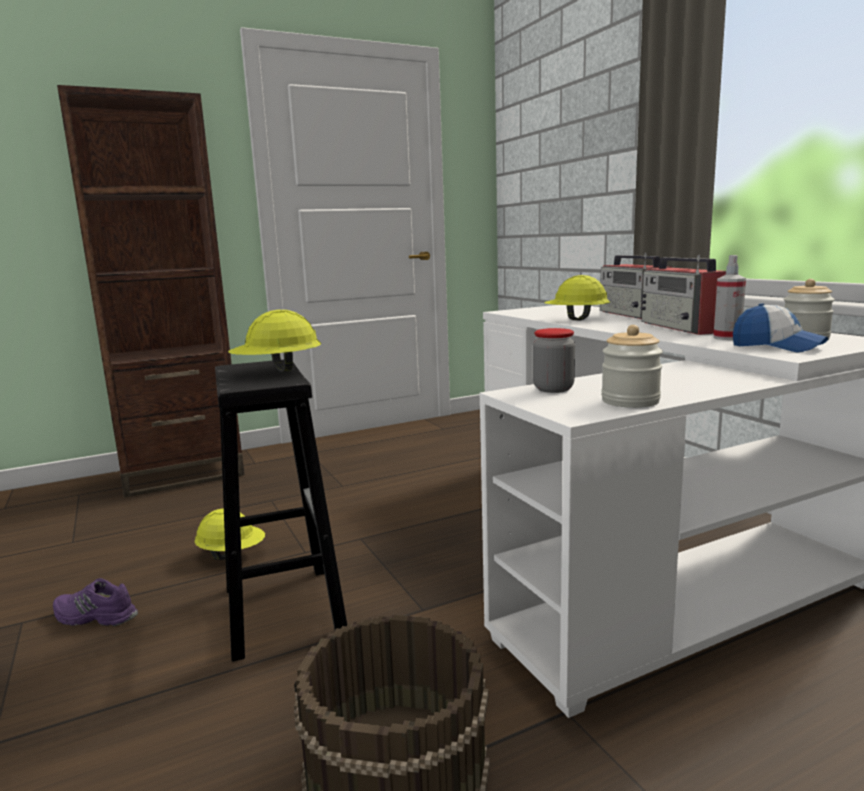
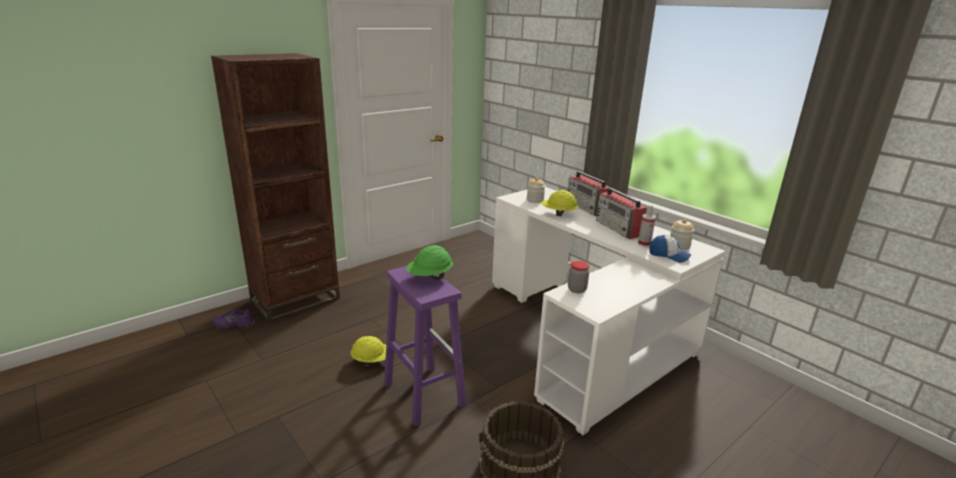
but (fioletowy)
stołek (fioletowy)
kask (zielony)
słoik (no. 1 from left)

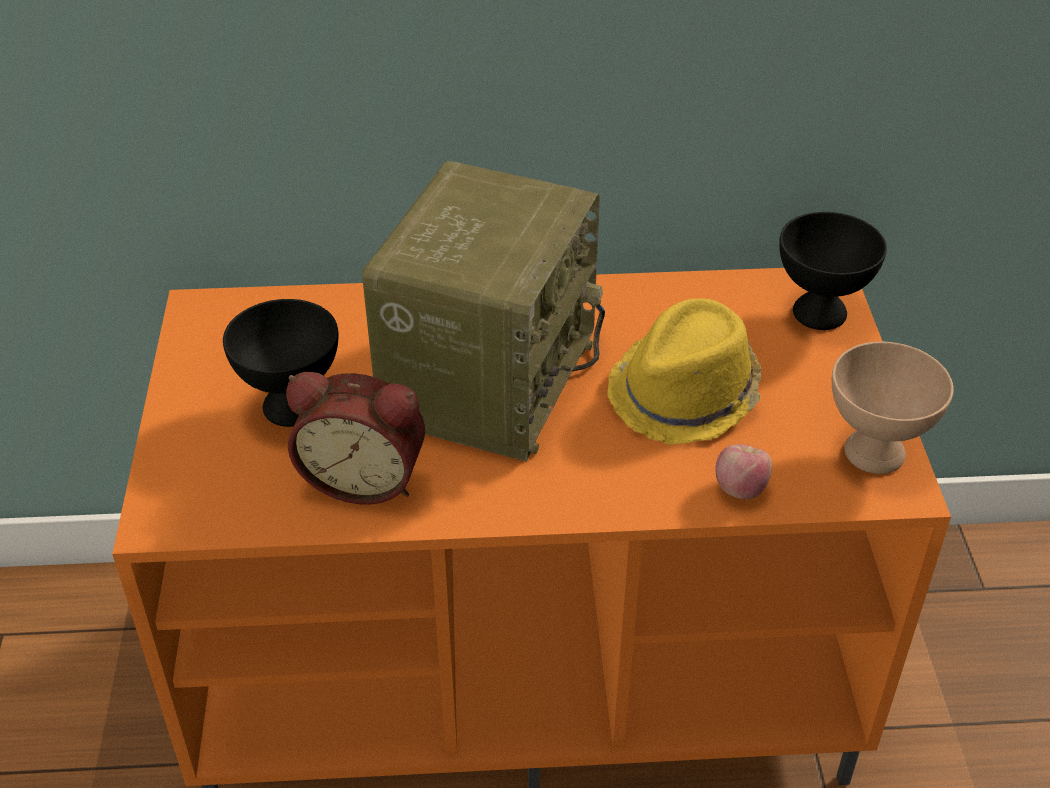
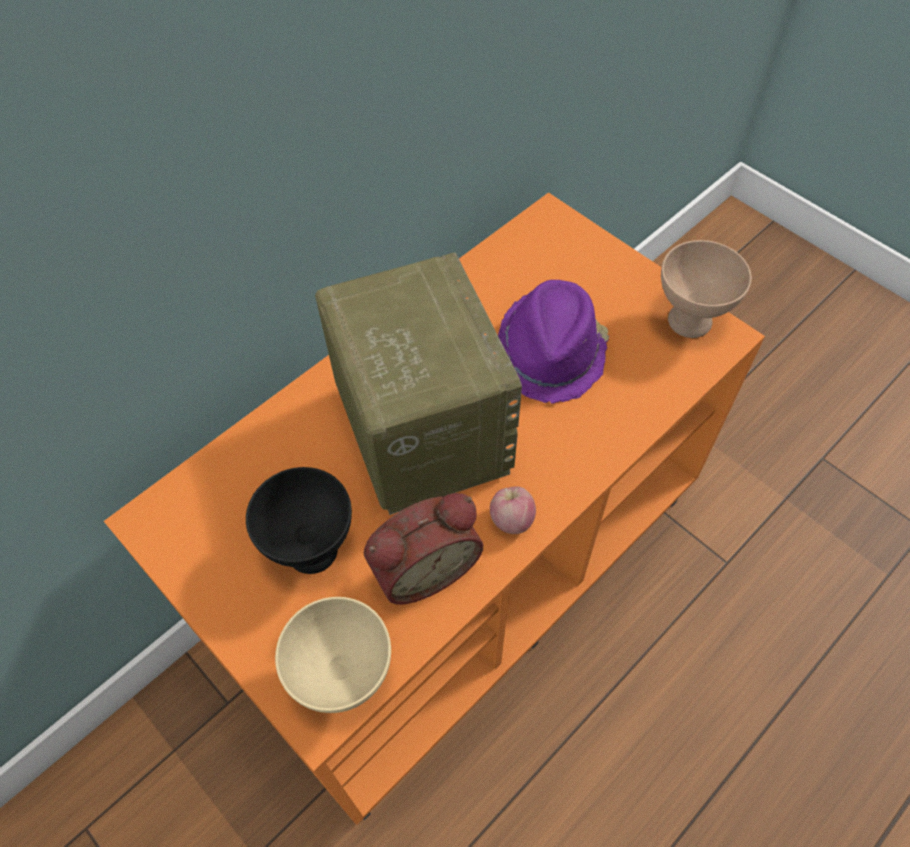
kapelusz (fioletowy)
jabłko
miska (czarny) (no. 2 from left in the first image)
miska (beżowy) (no. 1 from left)

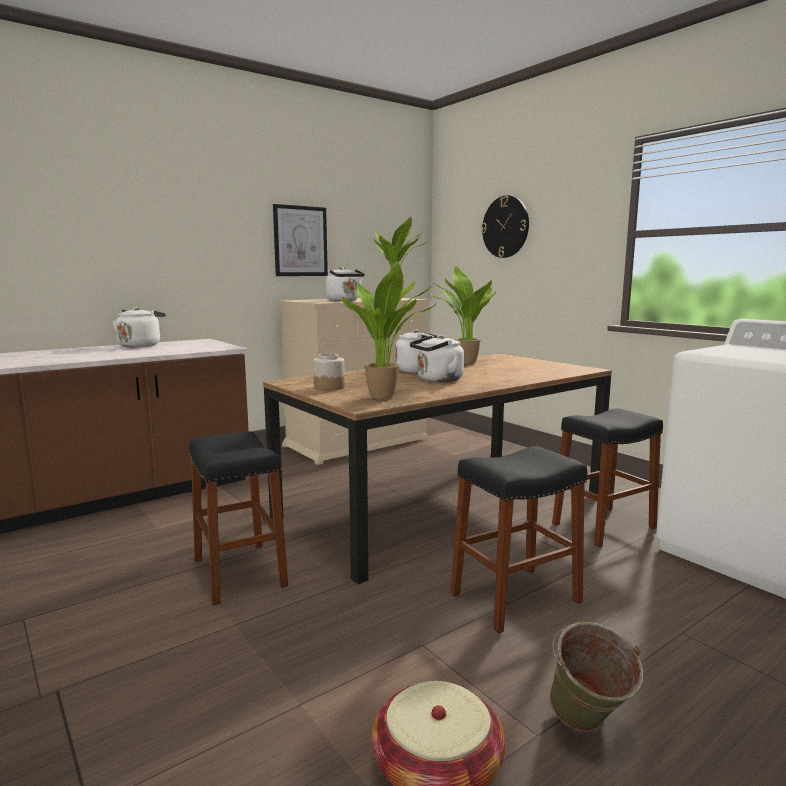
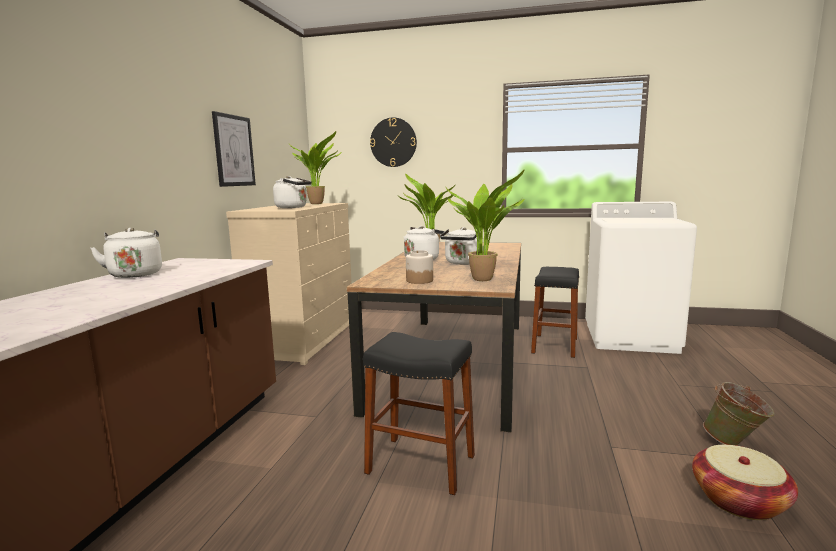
stołek (czarny) (no. 2 from left in the first image)

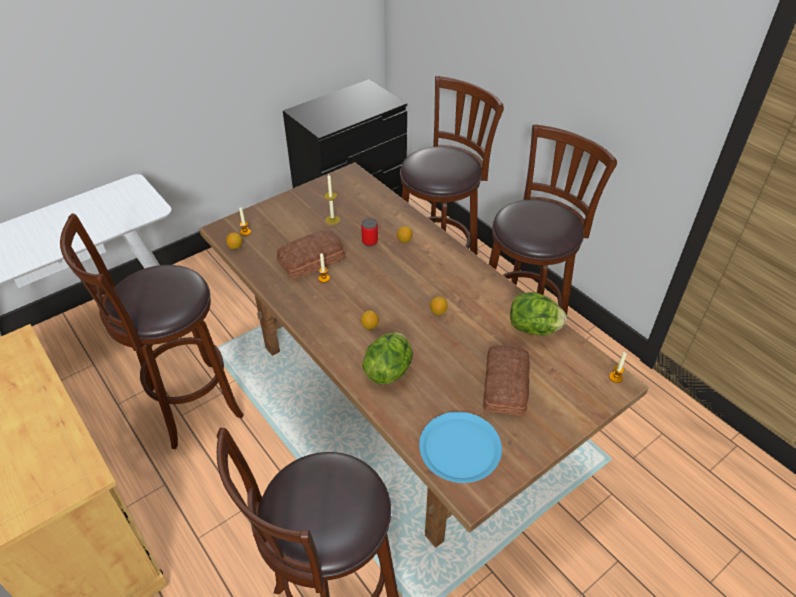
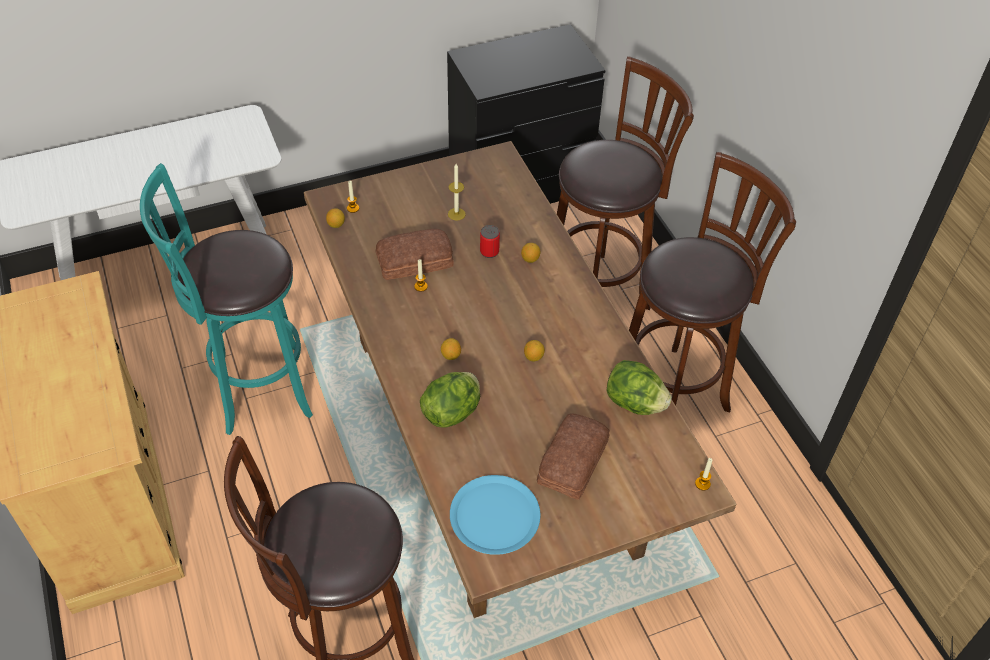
stołek (turkusowy)

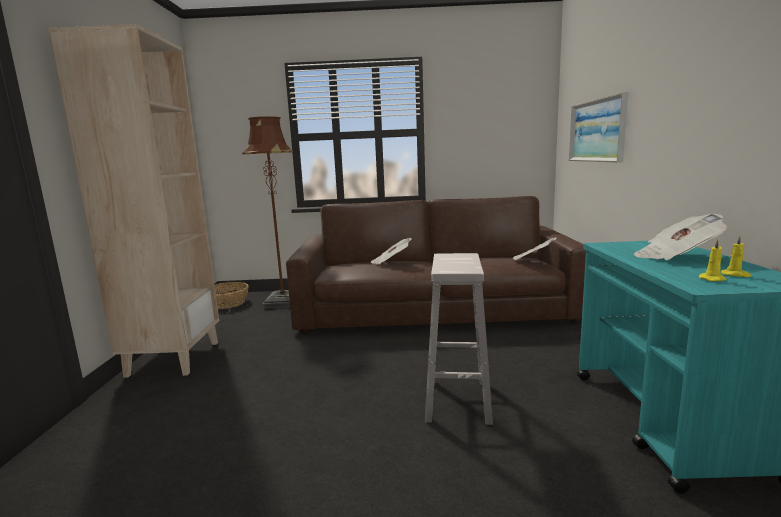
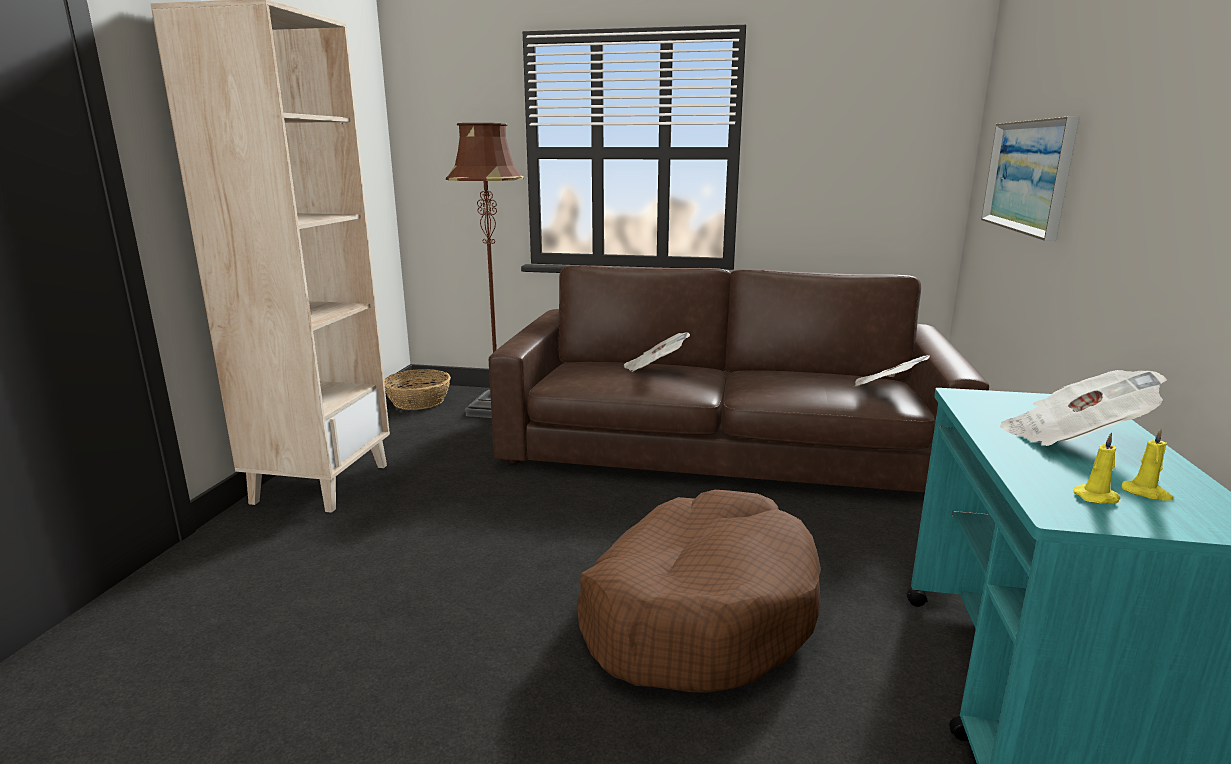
legowisko (brązowy)

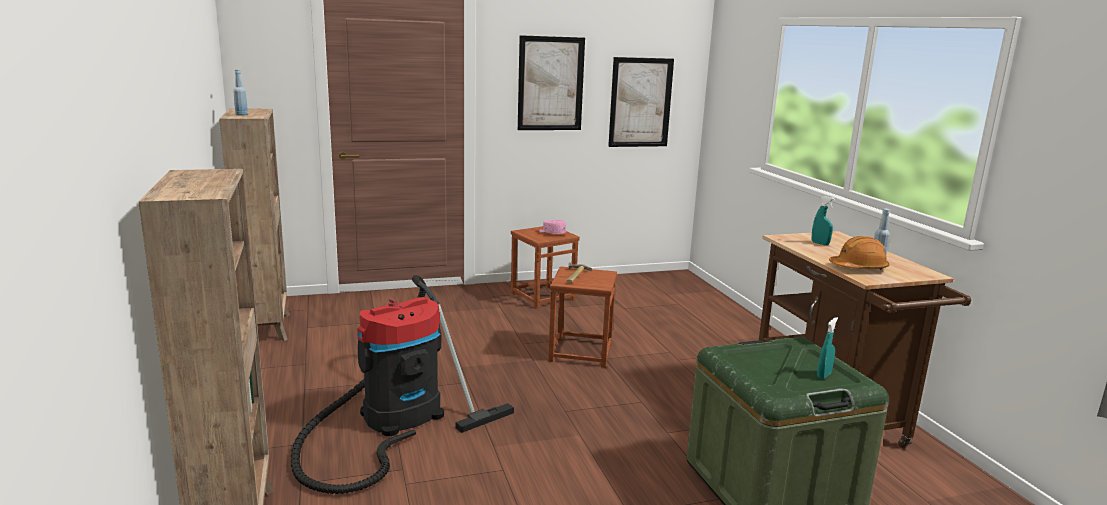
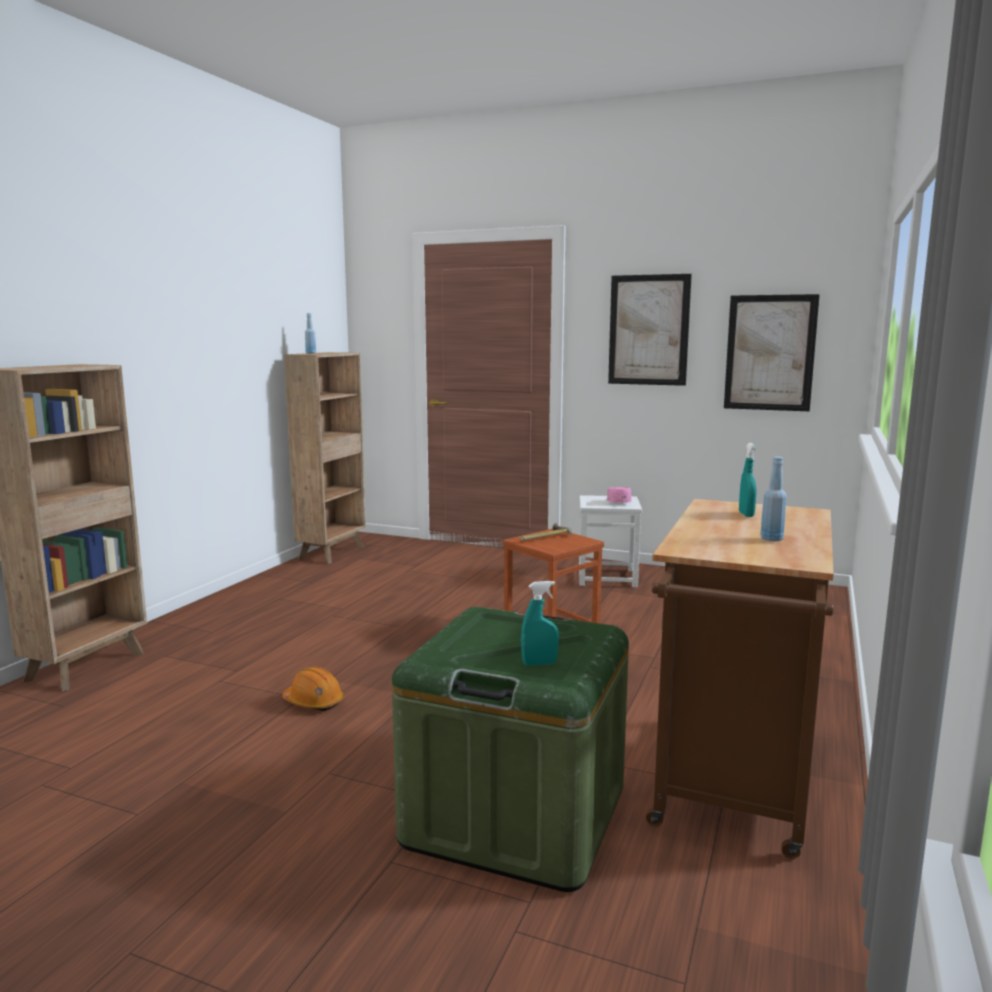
odkurzacz
stołek (biały)
kask (pomarańczowy)

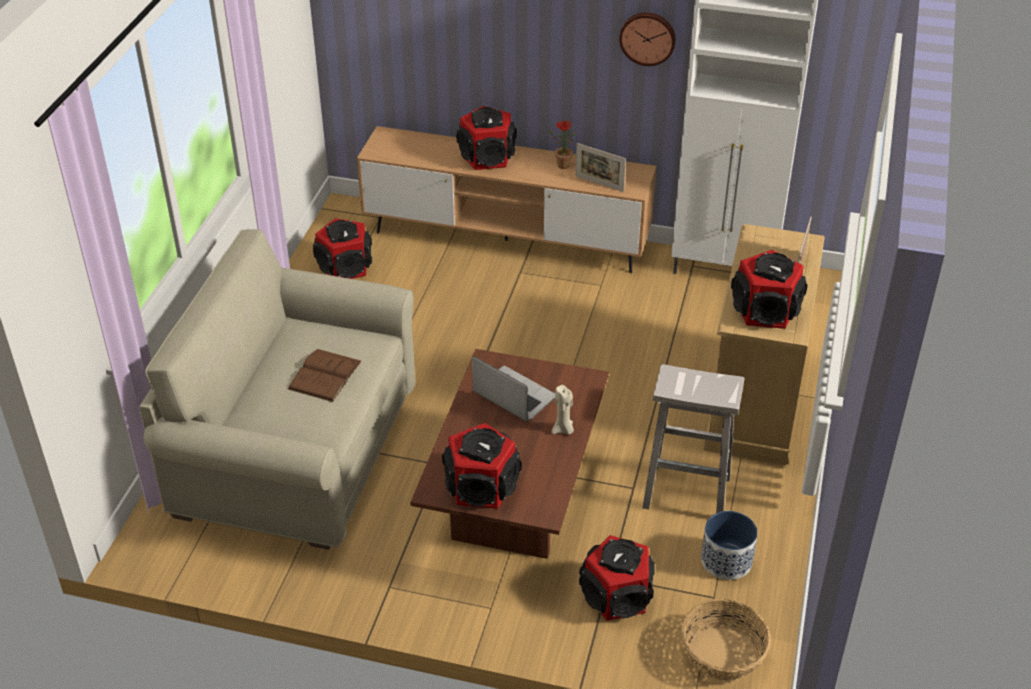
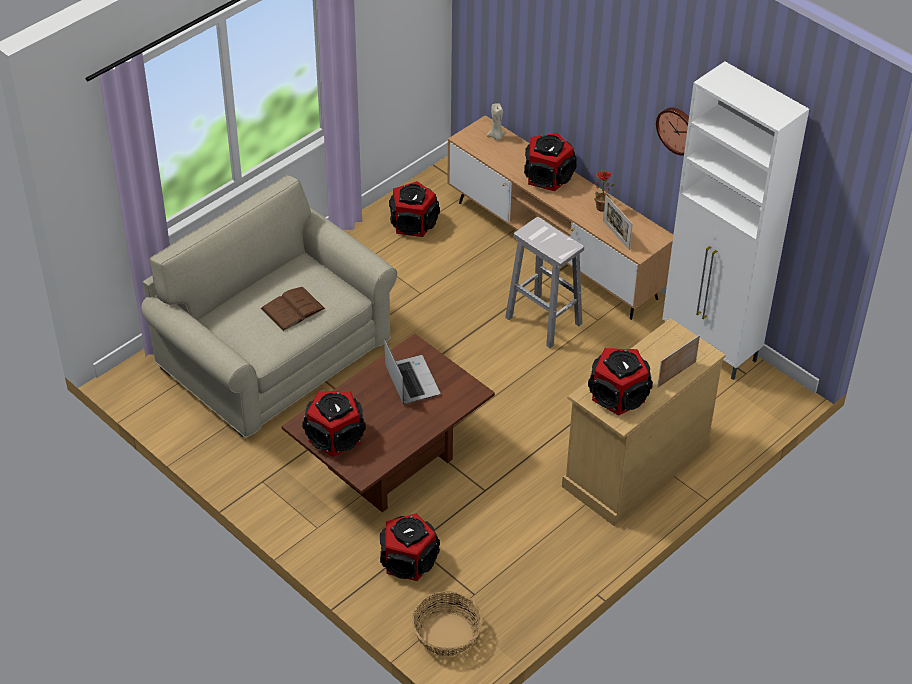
świeca (beżowy)
stołek (biały)
donica

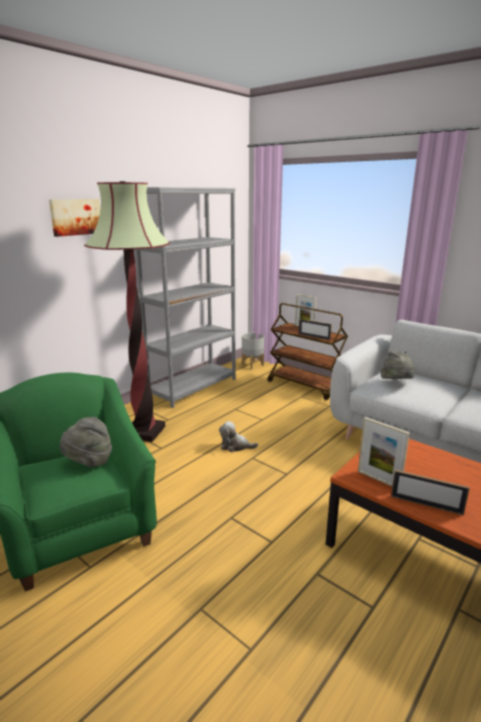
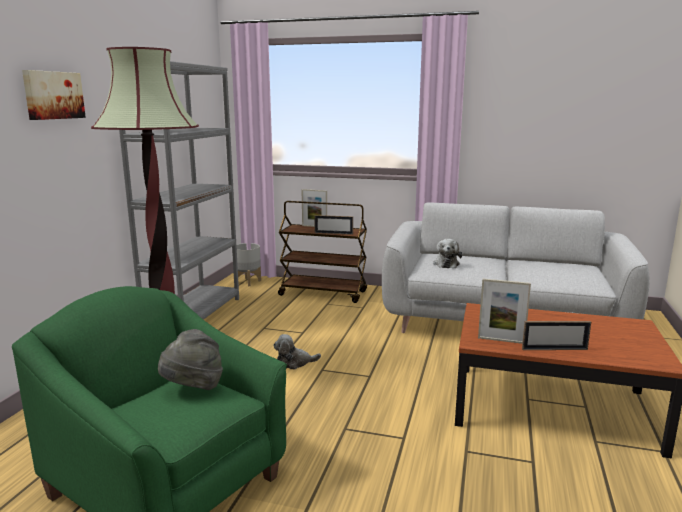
pluszak (no. 2 from left)

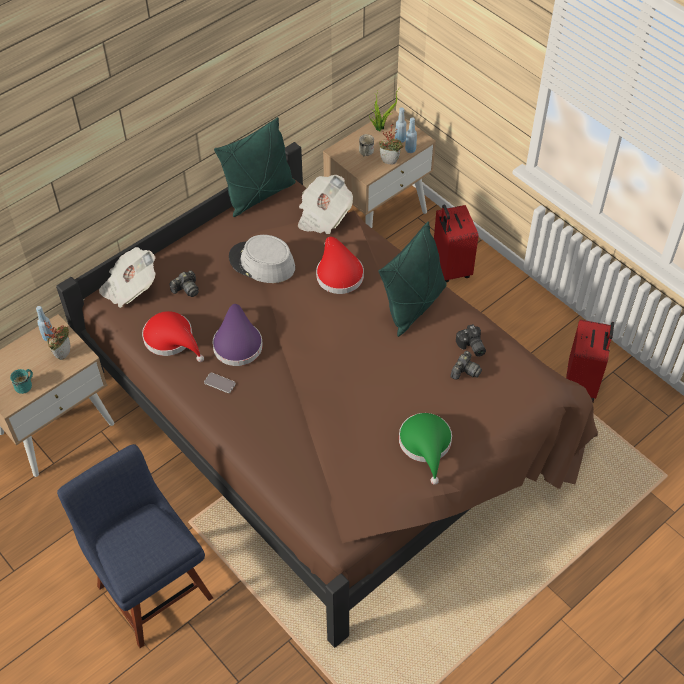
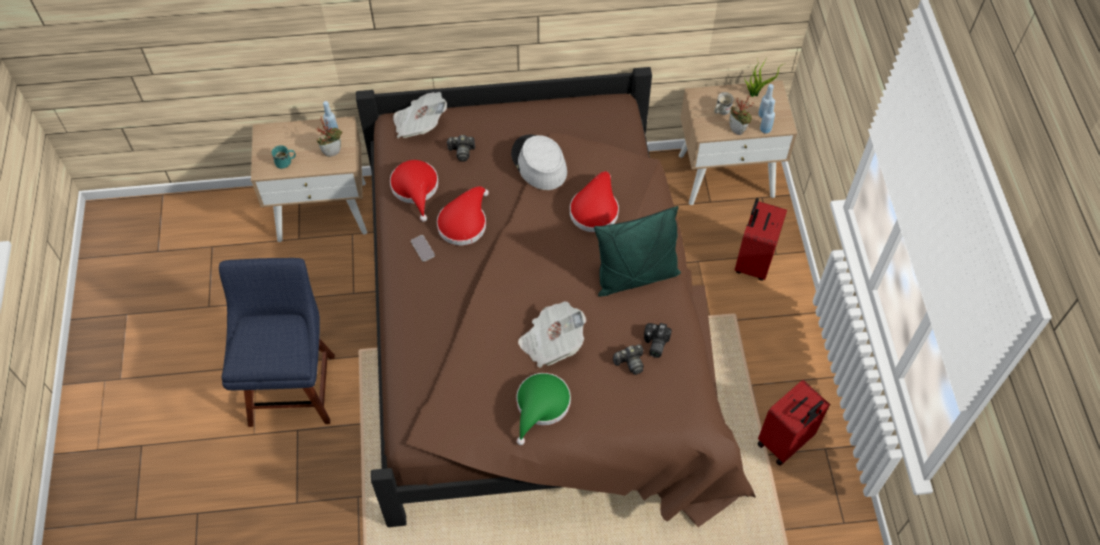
kapelusz (czerwony) (no. 2 from left)
poduszka (zielony) (no. 1 from left in the first image)
gazeta (no. 2 from left)

